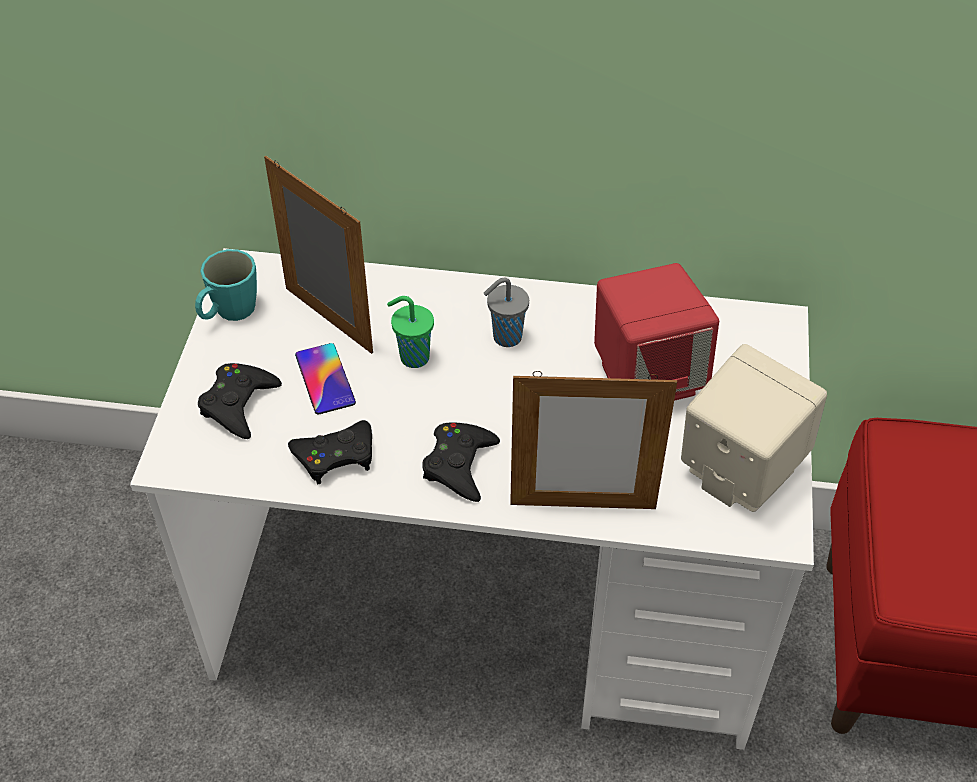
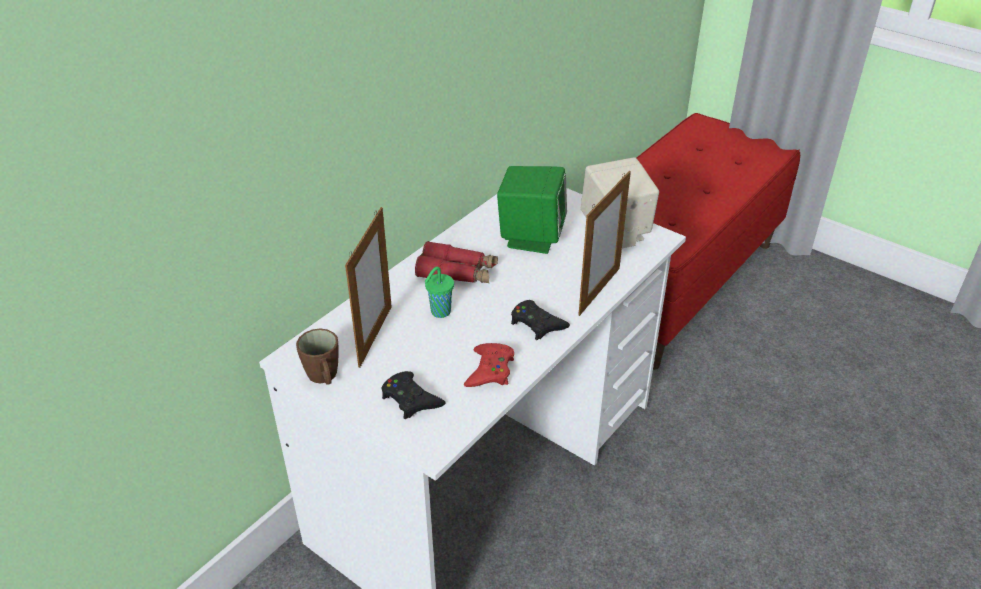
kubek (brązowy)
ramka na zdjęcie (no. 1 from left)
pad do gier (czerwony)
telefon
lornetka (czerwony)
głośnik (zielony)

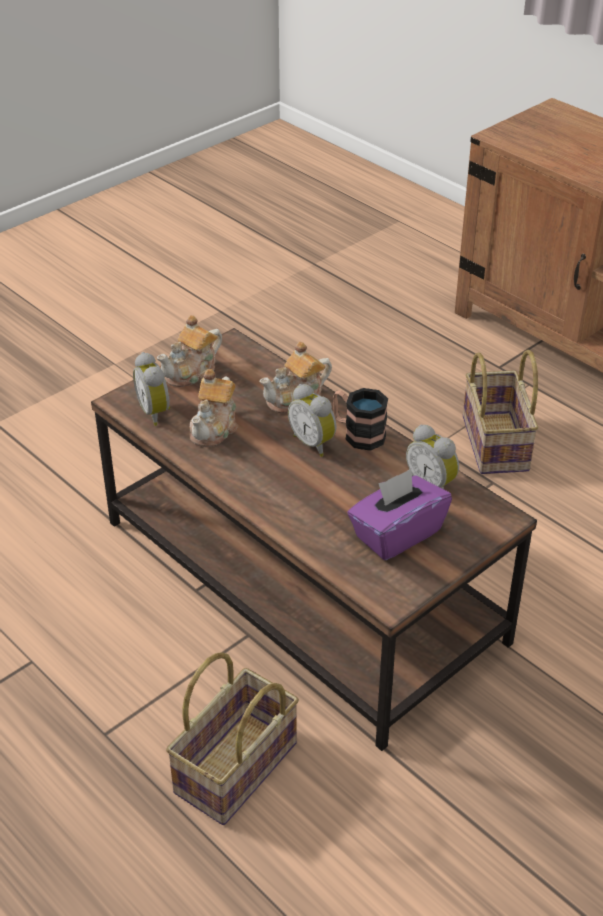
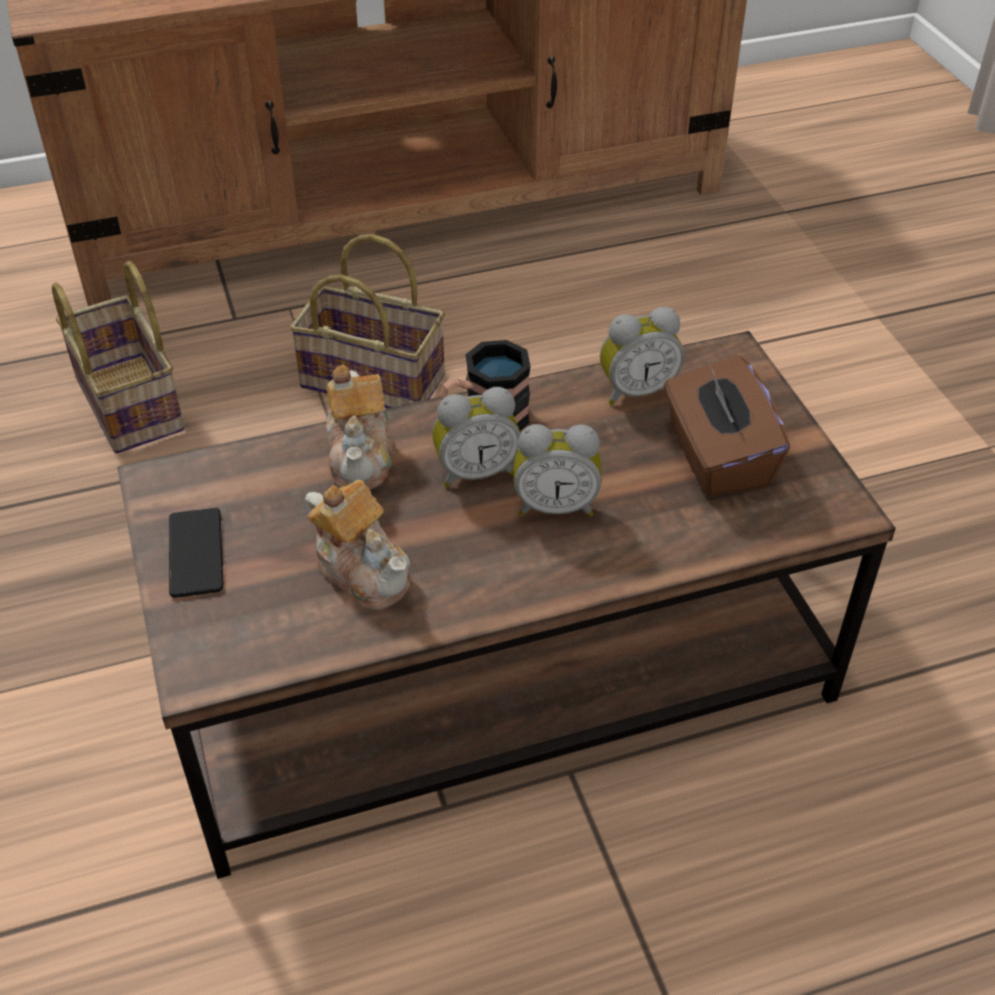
budzik (no. 2 from left)
telefon
koszyk (no. 1 from left)
pudełko chusteczek (brązowy)

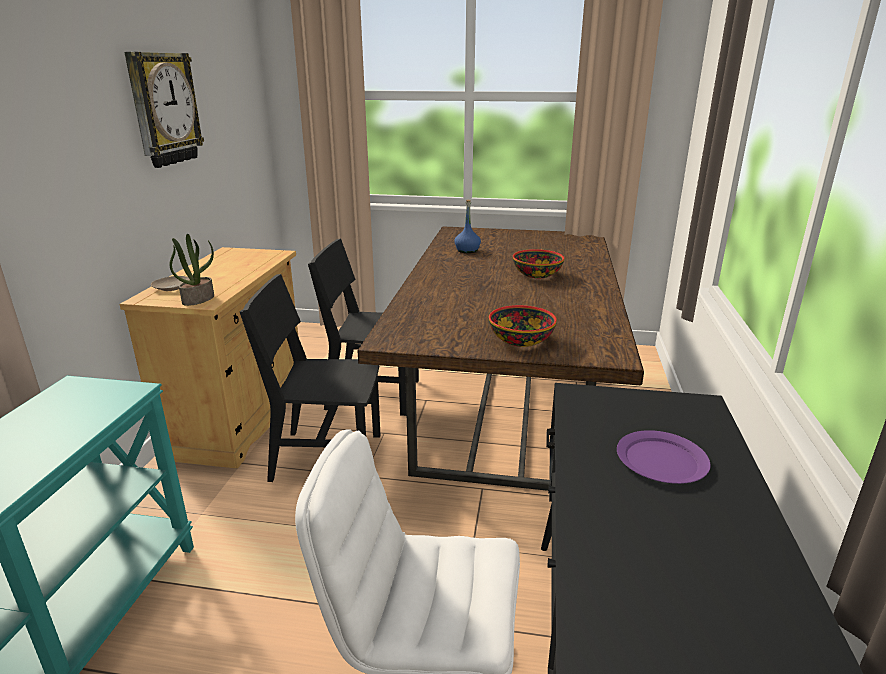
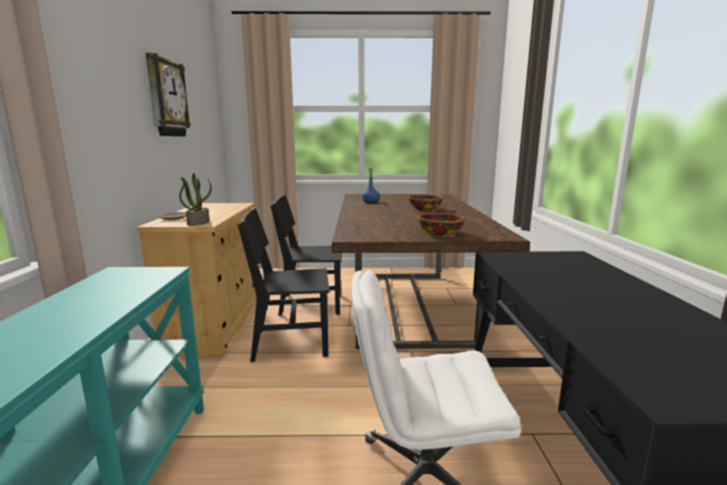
talerz (fioletowy)

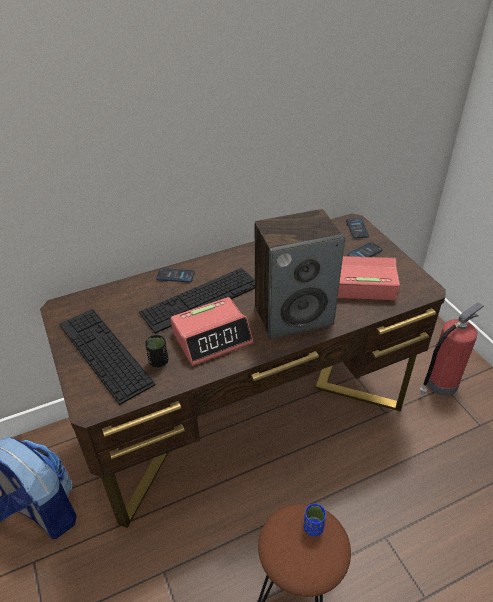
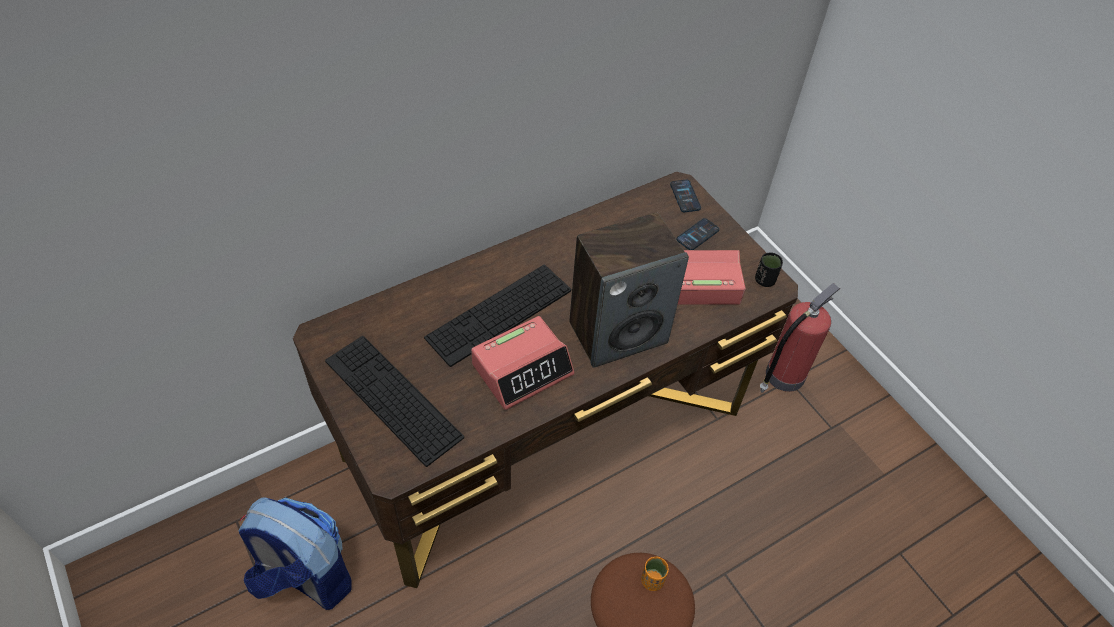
filiżanka (czarny)
telefon (no. 1 from left in the first image)
filiżanka (pomarańczowy)

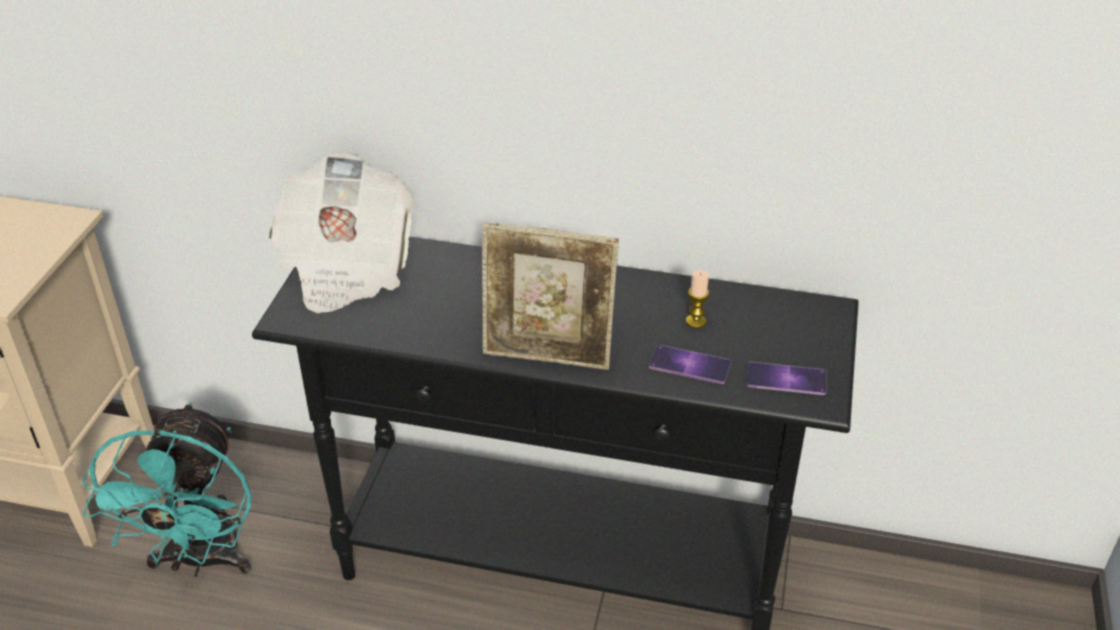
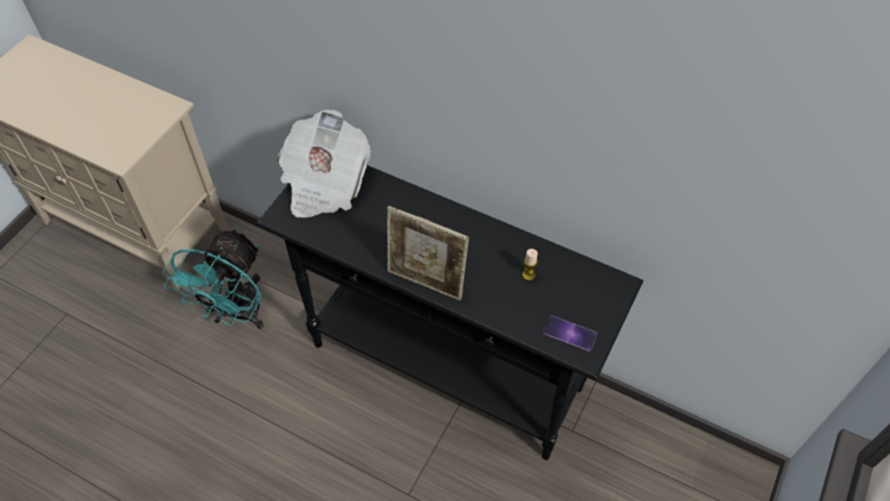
telefon (no. 1 from left in the first image)

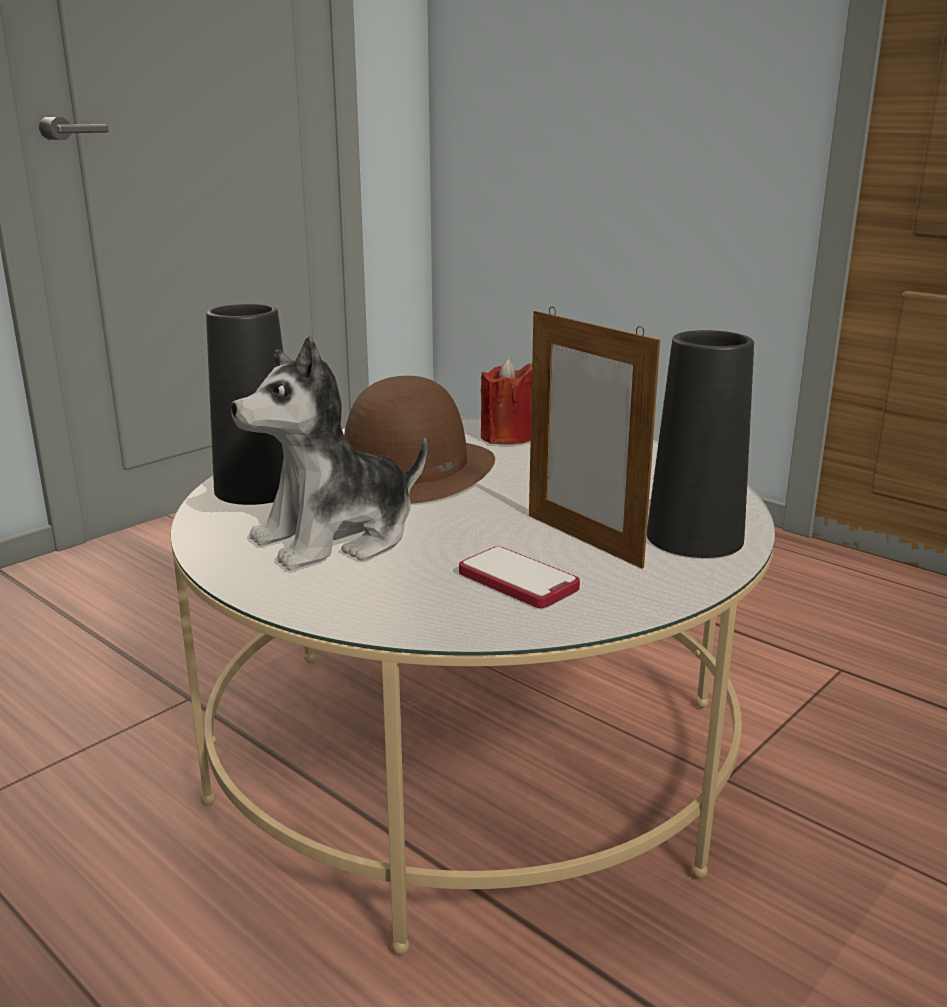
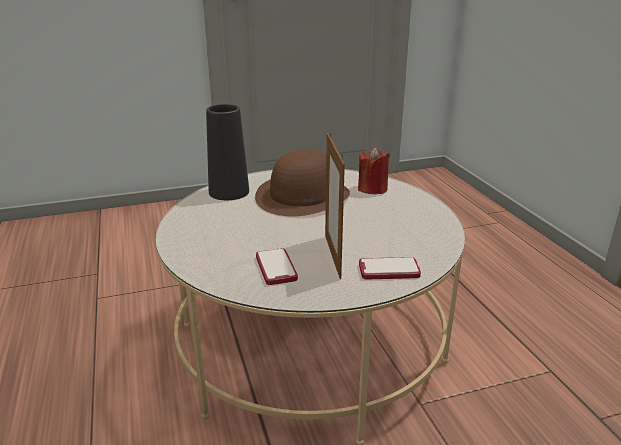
pluszak
telefon (no. 2 from left)

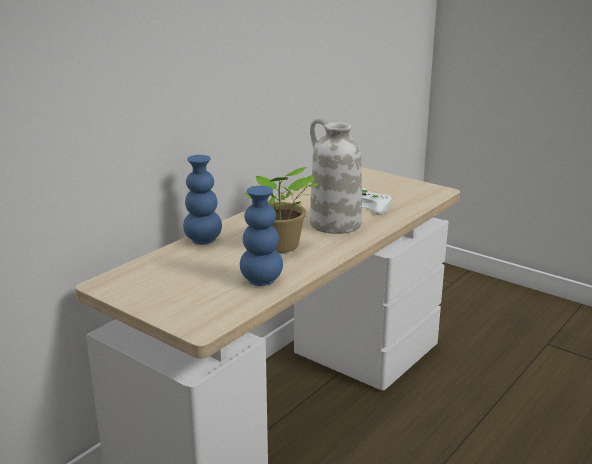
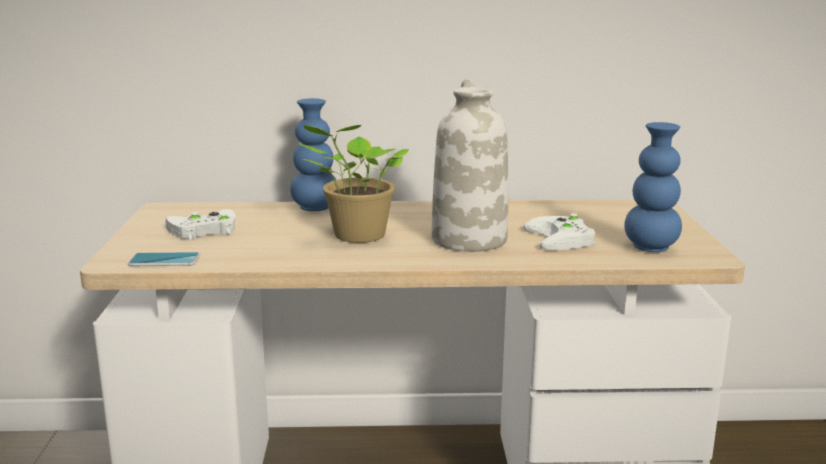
wazon (niebieski) (no. 2 from left)
telefon
pad do gier (biały) (no. 1 from left)

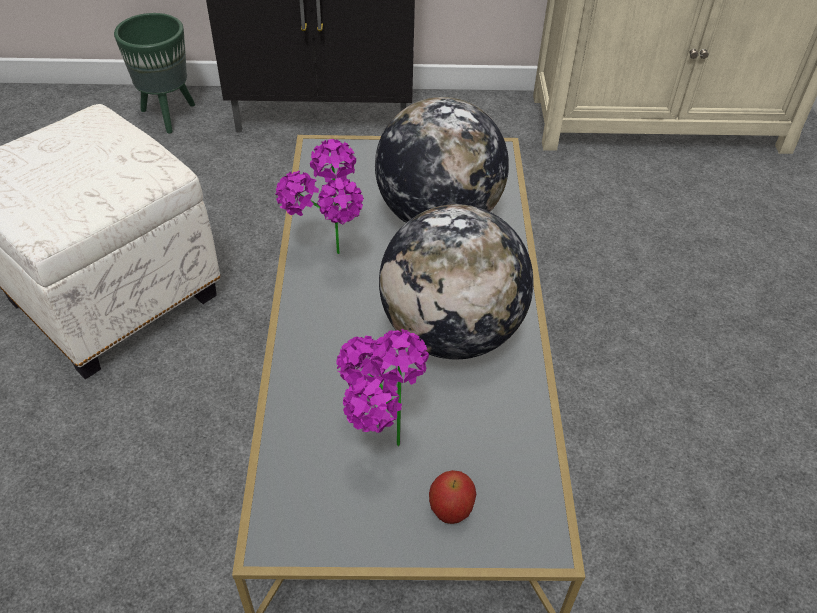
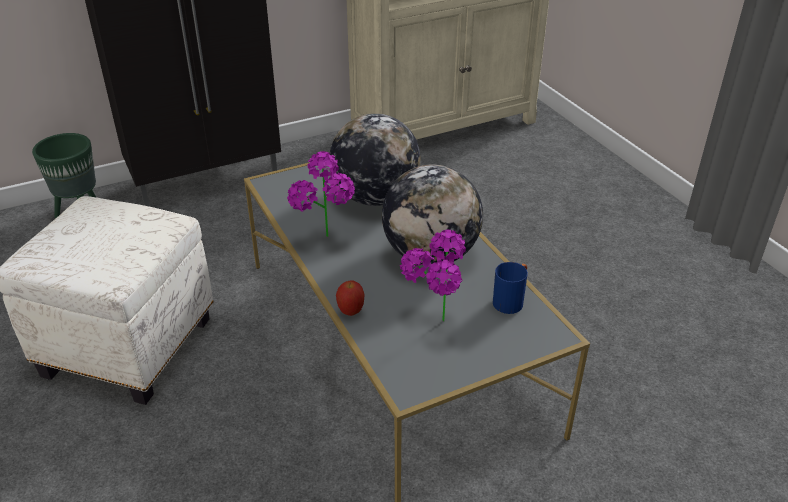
jabłko
kubek (niebieski)

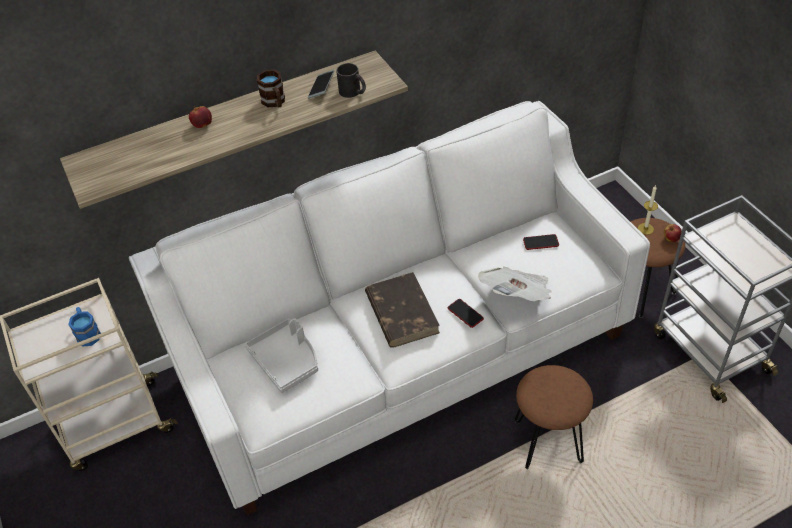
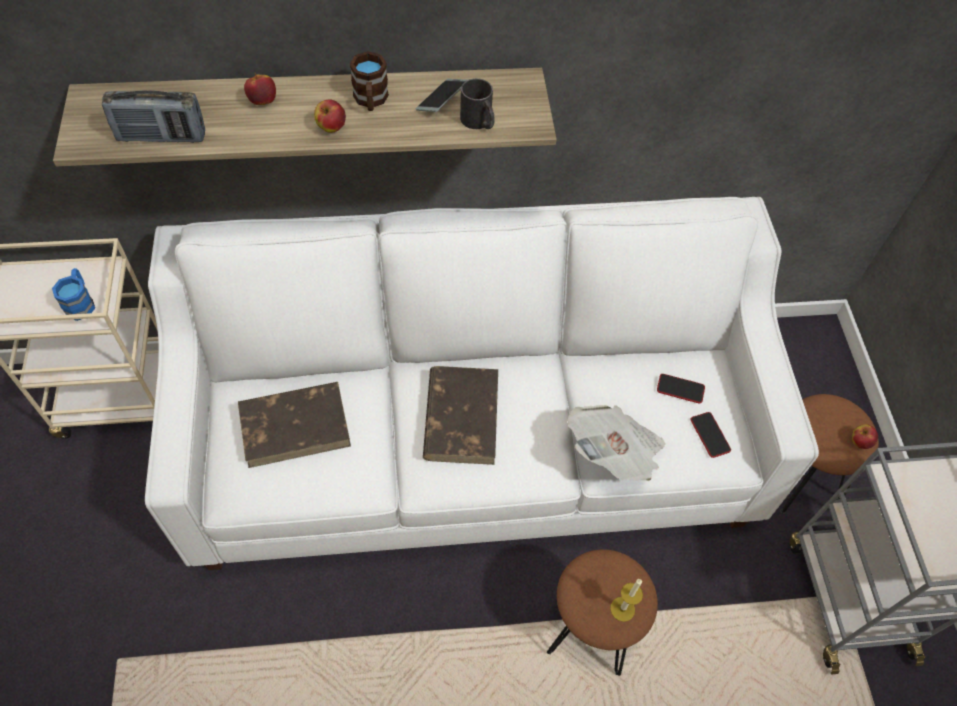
książka (brązowy) (no. 1 from left)
telefon (no. 3 from left)
świeca
radio
jabłko (no. 2 from left)

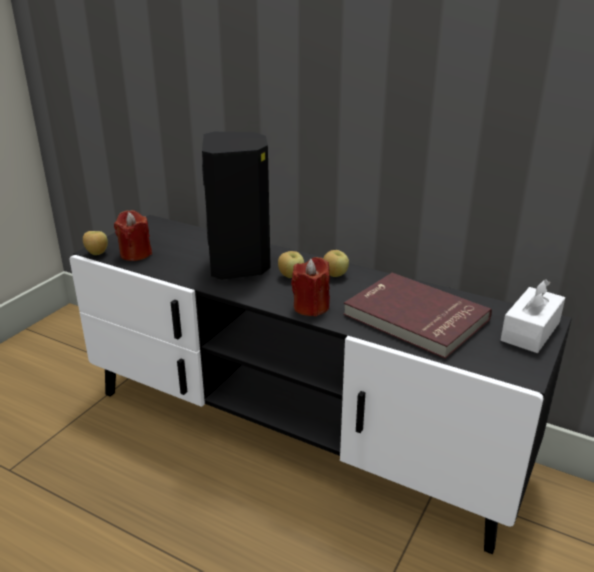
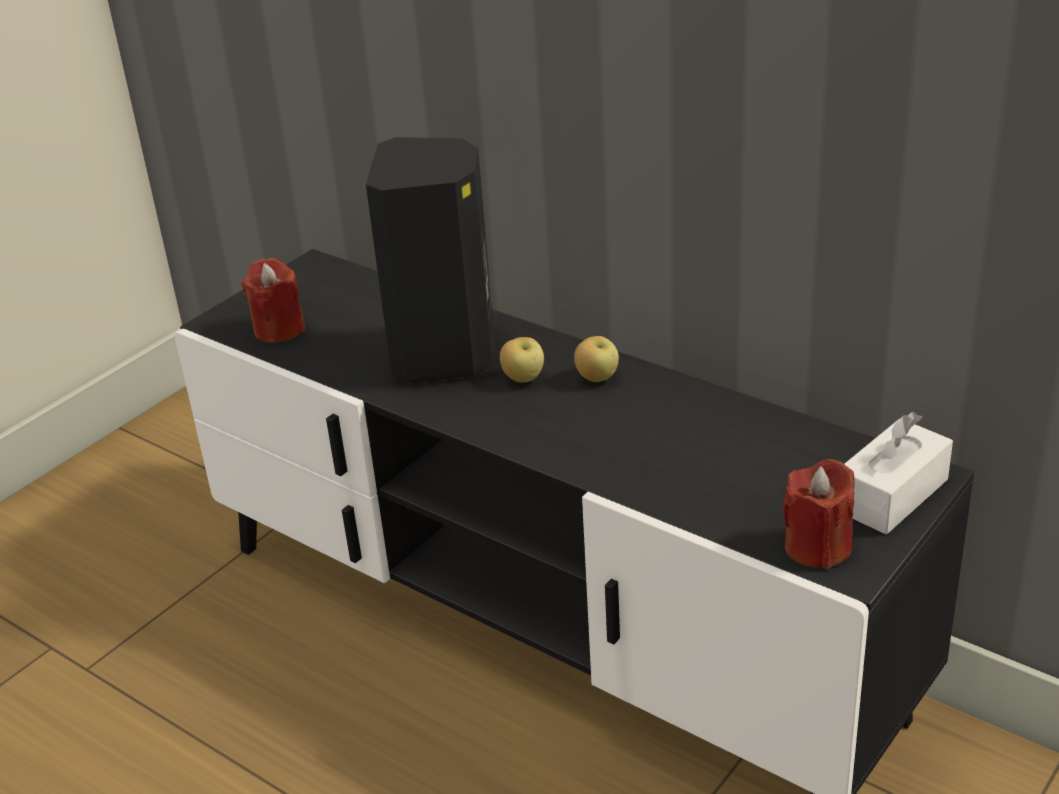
jabłko (no. 1 from left in the first image)
świeca (czerwony) (no. 2 from left)
książka (czerwony)

